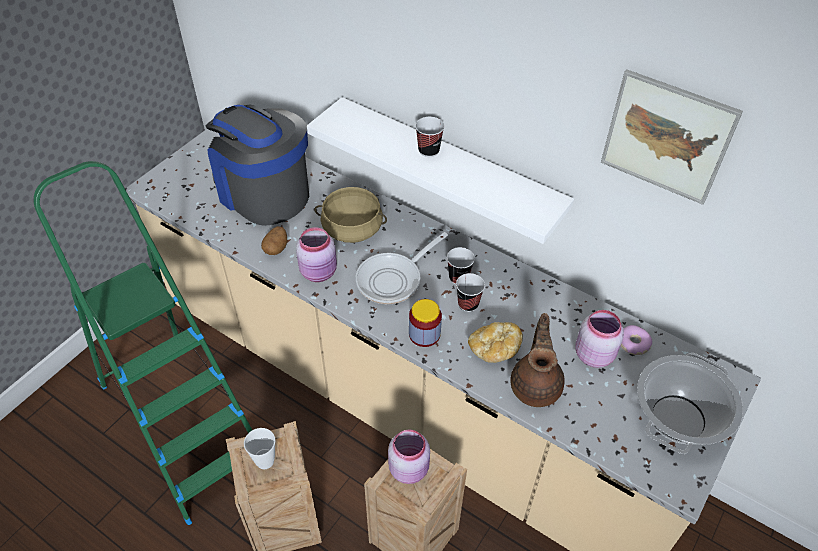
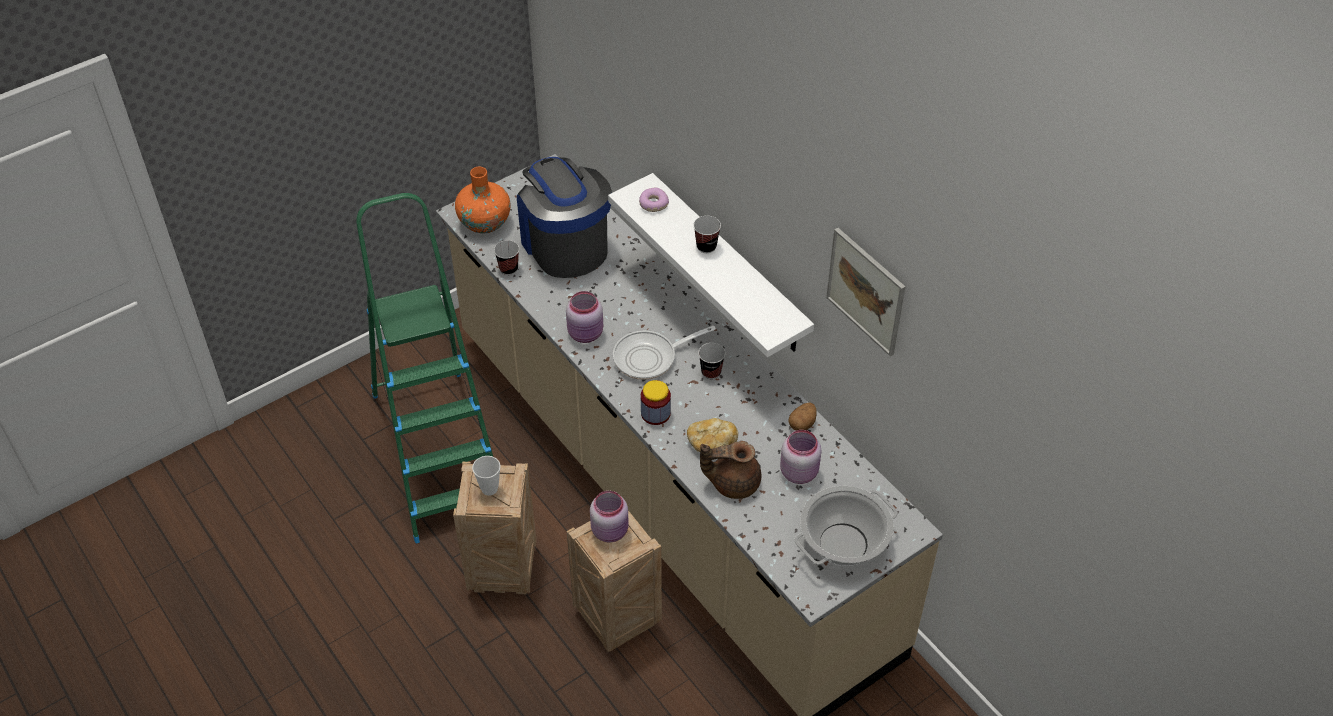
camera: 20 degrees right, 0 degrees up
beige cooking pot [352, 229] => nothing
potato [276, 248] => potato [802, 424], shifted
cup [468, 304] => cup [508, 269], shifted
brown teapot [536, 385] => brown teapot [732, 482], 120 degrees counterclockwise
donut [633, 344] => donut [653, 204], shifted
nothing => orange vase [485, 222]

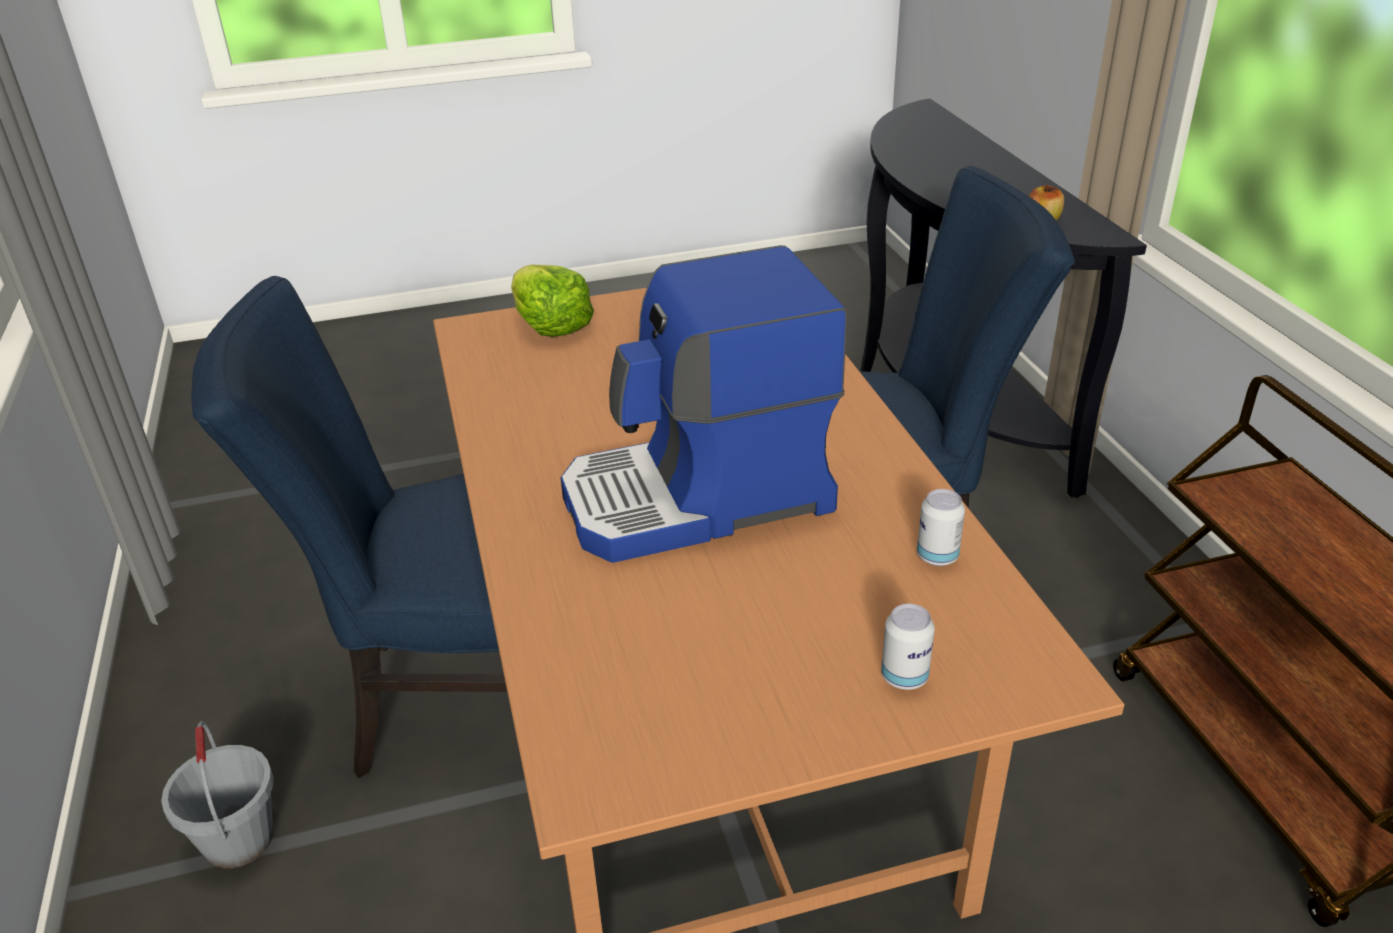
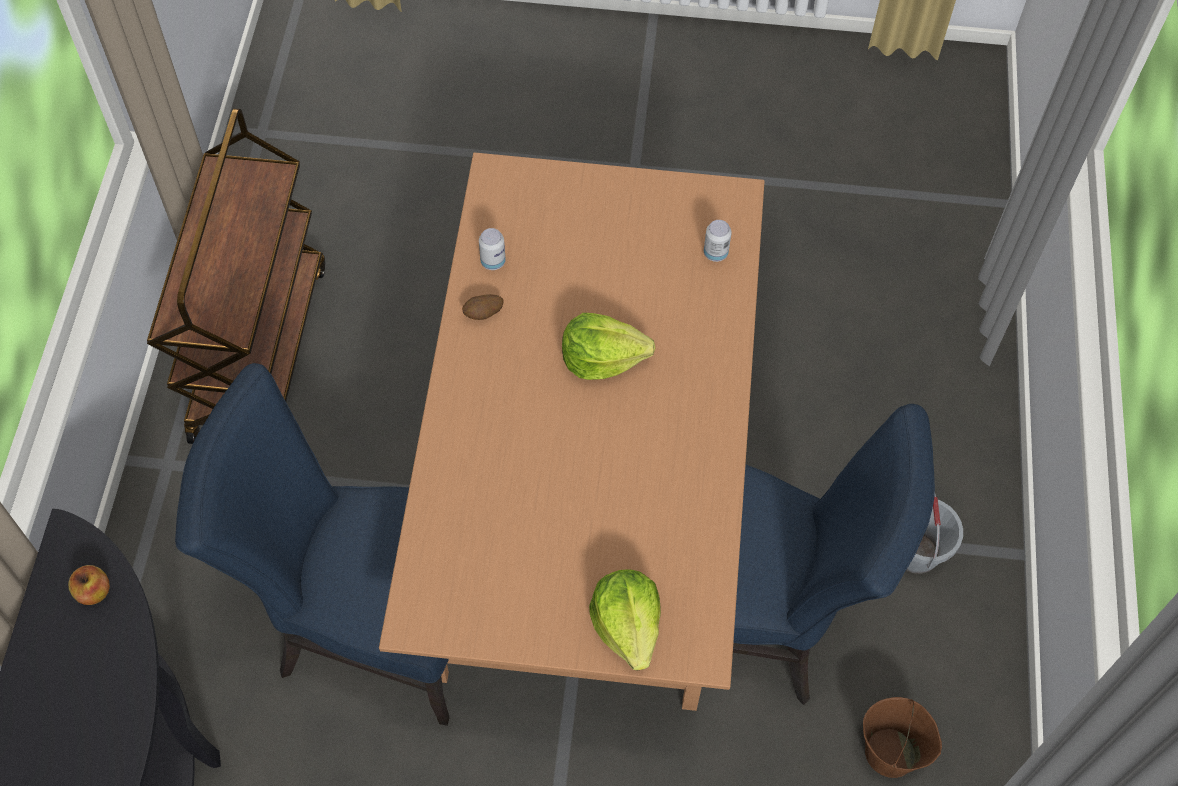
camera: 160 degrees left, 25 degrees up
coffee machine [699, 499] => lettuce [602, 358]
can [904, 677] => can [715, 253], shifted
nothing => potato [483, 314]
nothing => brown bucket [891, 753]

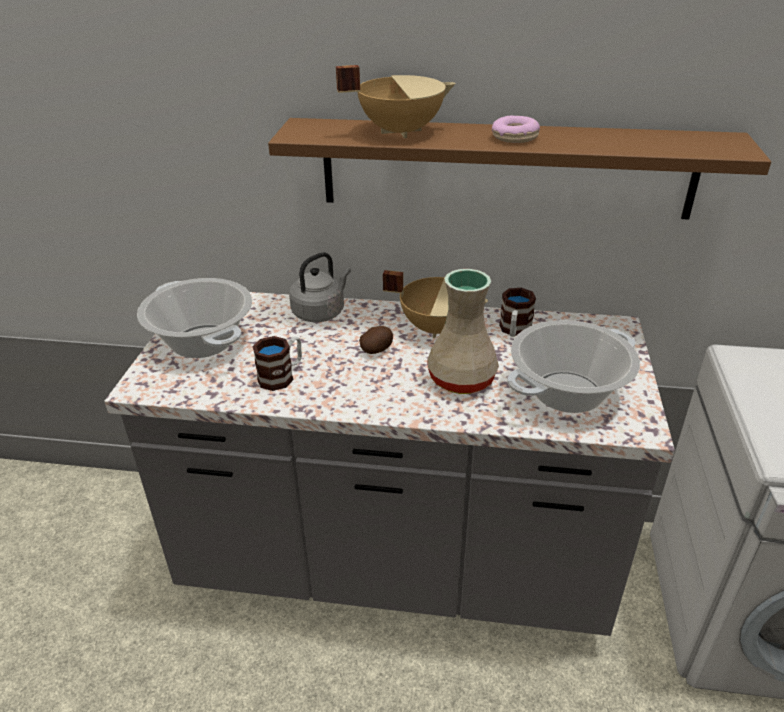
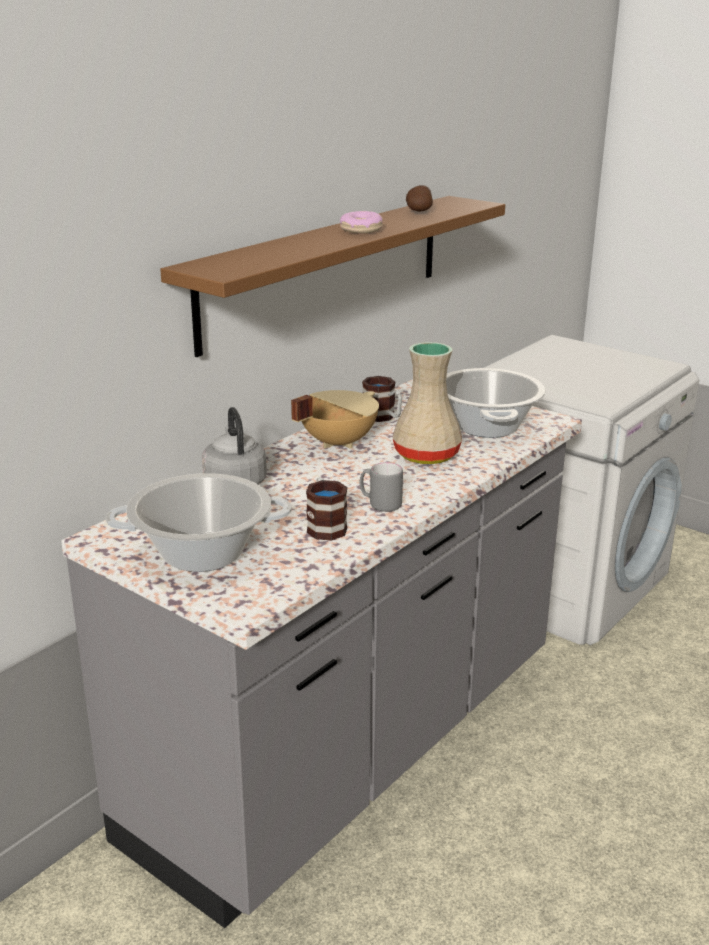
camera: 60 degrees left, 10 degrees down
beige cooking pot [400, 131] => nothing
potato [377, 350] => potato [419, 211], shifted
nothing => grey mug [380, 504]

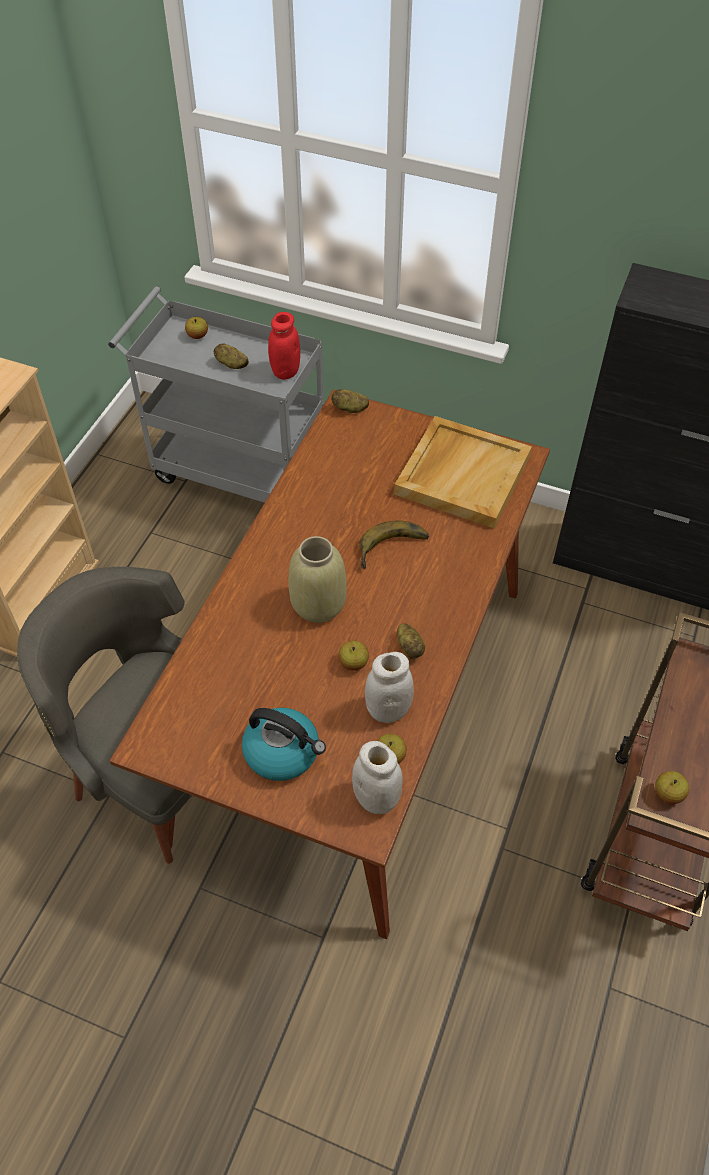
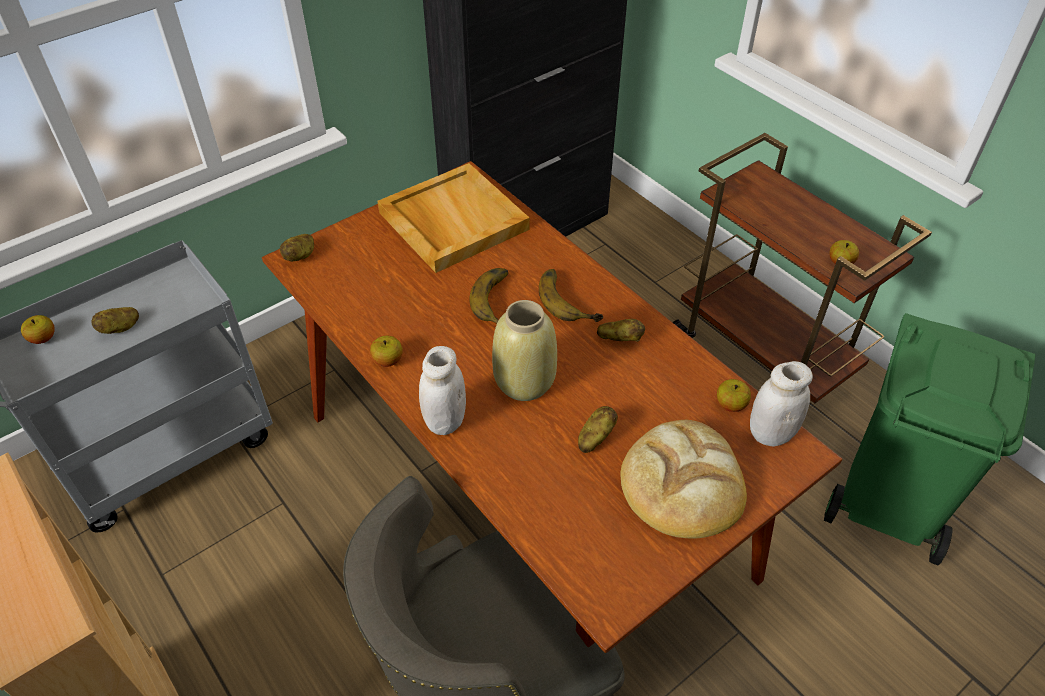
camera: 60 degrees left, 5 degrees down
red jar [285, 371] => nothing
apple [353, 663] => apple [388, 360], shifted
white jar [388, 710] => white jar [445, 421], shifted
kettle [283, 752] => bread [682, 483]
nothing => banana [570, 299]
nothing => green trash can [890, 503]
nothing => potato [595, 437]

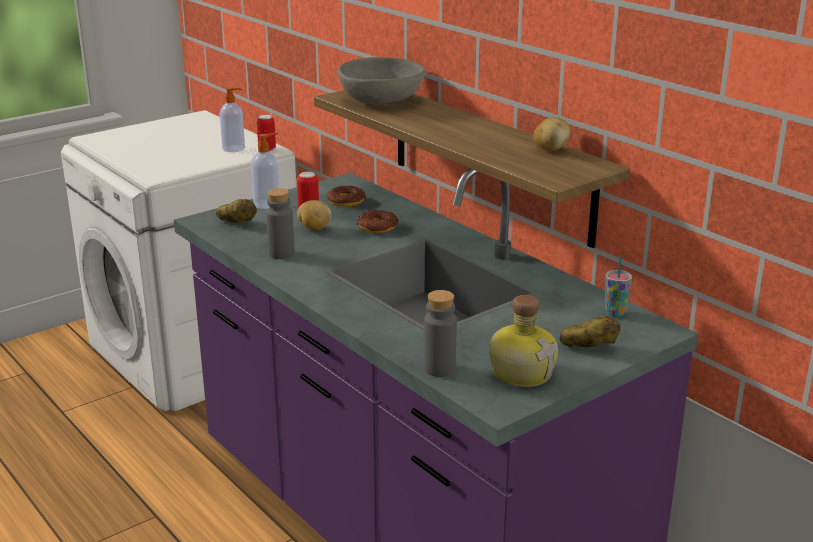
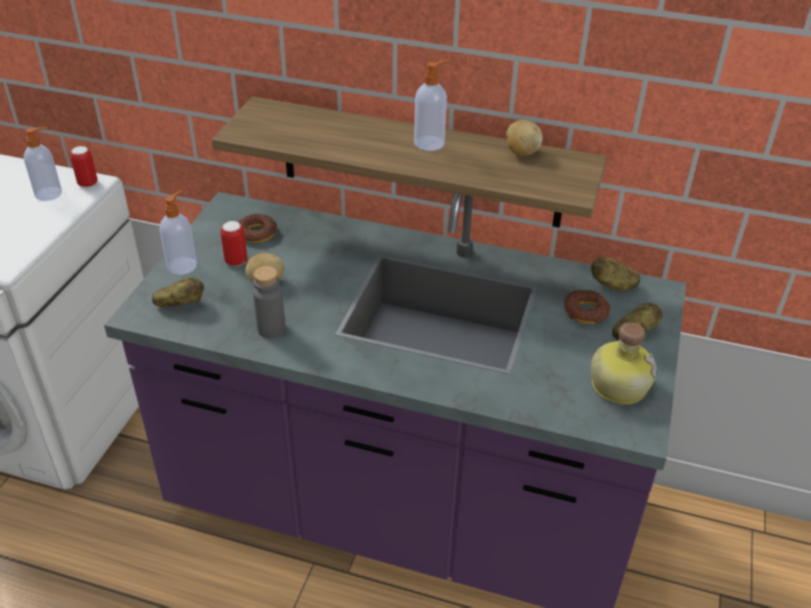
camera: 35 degrees left, 15 degrees up
grey bowl [380, 102] => nothing
donut [377, 227] => donut [585, 312], shifted
cup [615, 313] => potato [612, 285]
grey bottle [439, 369] => nothing
nothing => soap dispenser [430, 143]

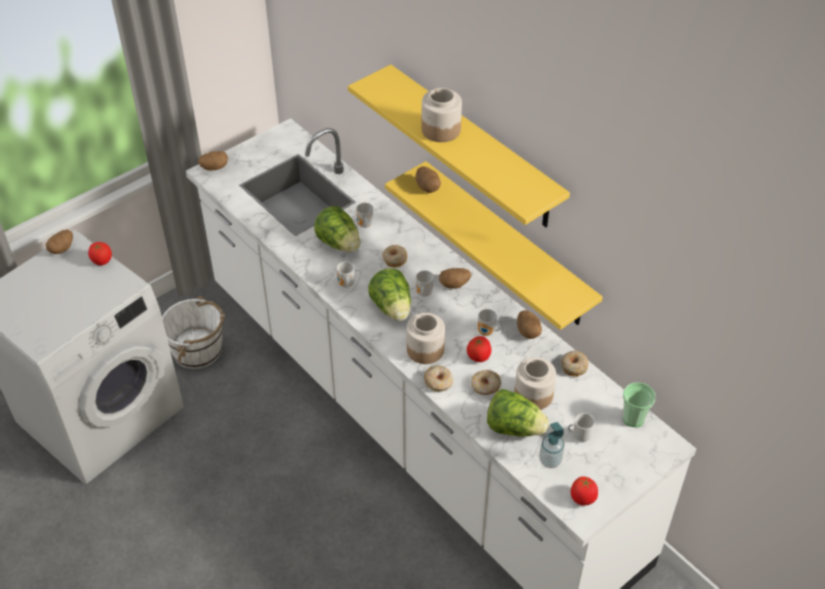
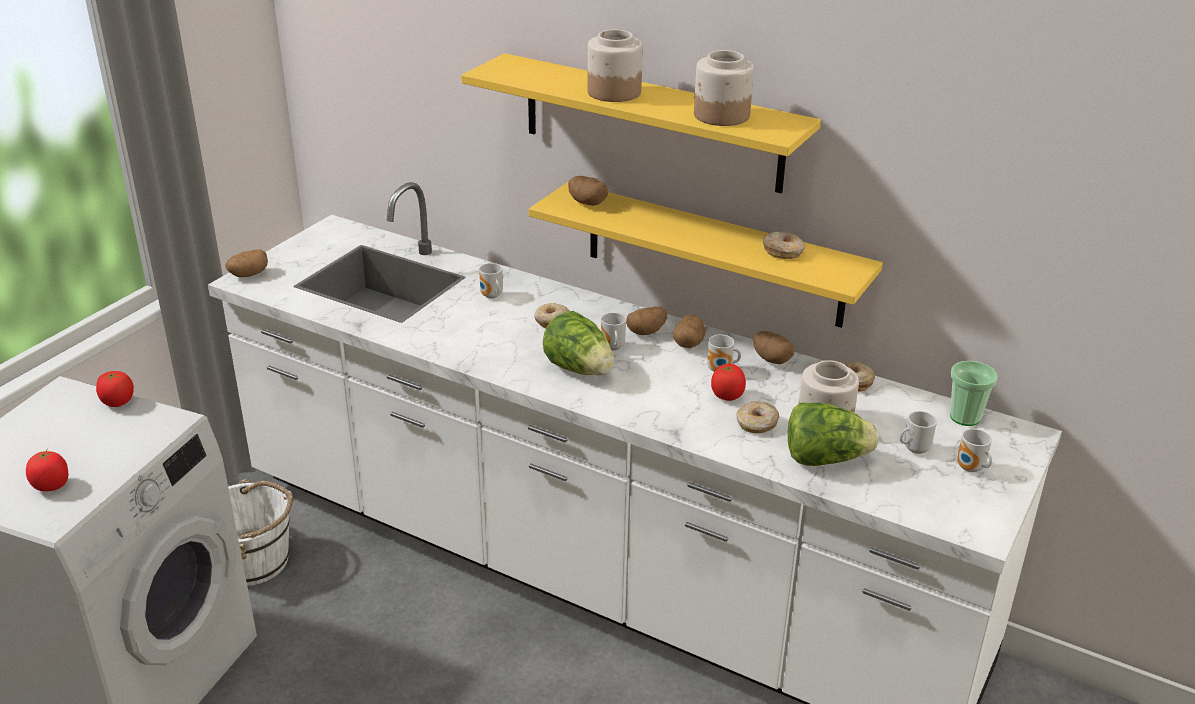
camera: 20 degrees left, 15 degrees down
lettuce [339, 243] => nothing
potato [62, 248] => potato [688, 343], shifted
mug [345, 285] => mug [970, 469], shifted
jar [425, 350] => jar [721, 116], shifted
donut [438, 382] => donut [783, 251], shifted
soap dispenser [550, 460] => nothing
tomato [583, 498] => tomato [52, 486], shifted

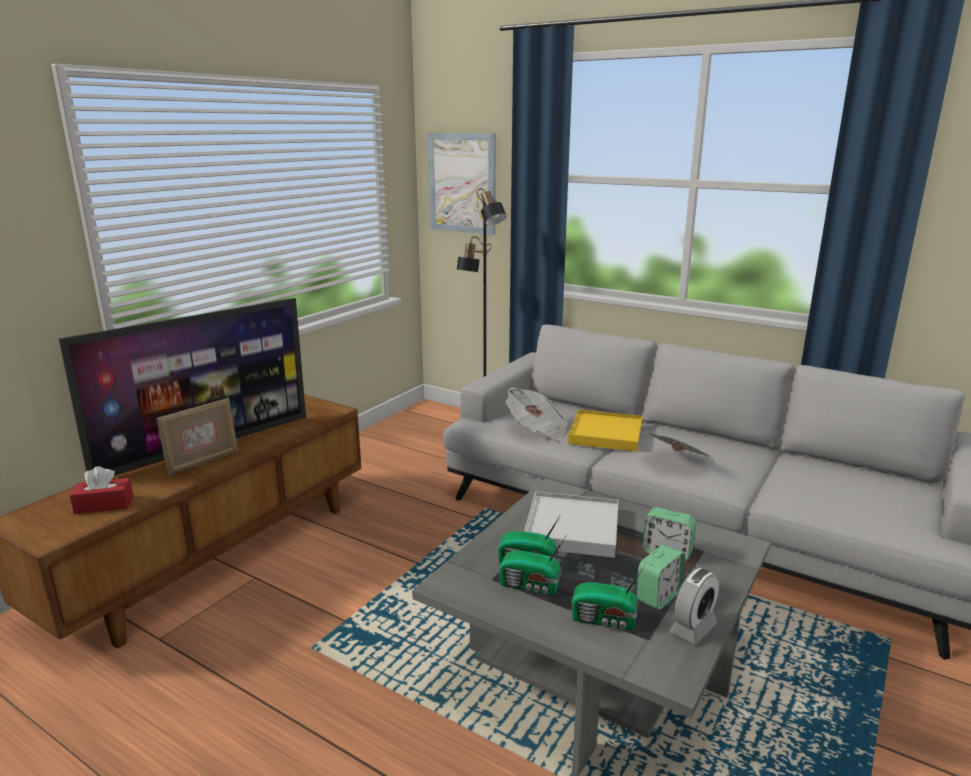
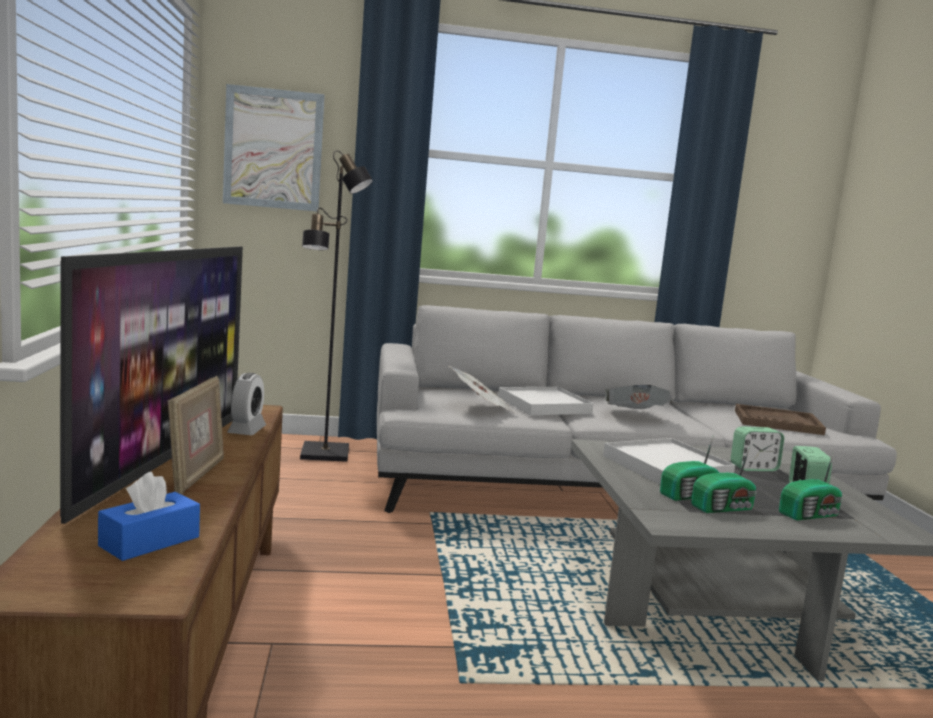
camera: 40 degrees left, 10 degrees down
yellow tray [605, 434] => white tray [544, 405]
red tissue box [104, 505] => blue tissue box [149, 541]
alarm clock [693, 628] => alarm clock [246, 430], shifted
nothing => brown tray [777, 422]

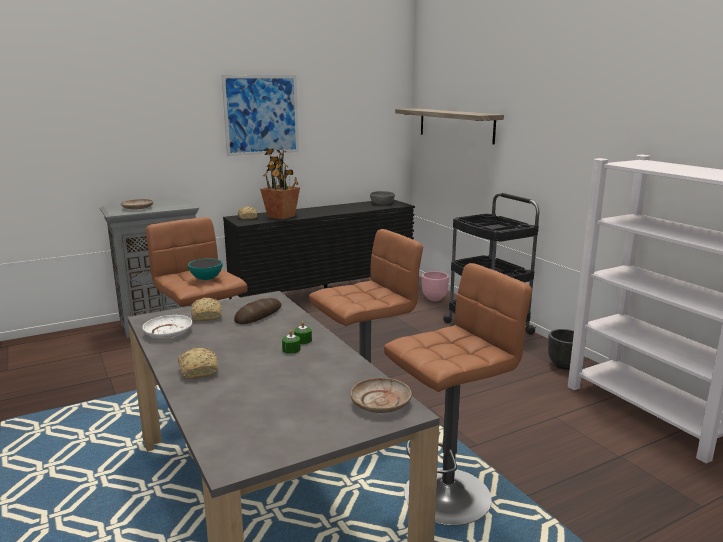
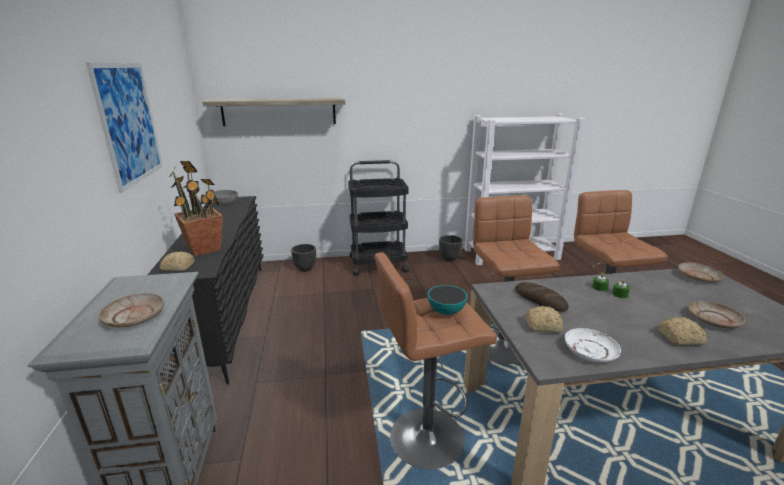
camera: 70 degrees left, 5 degrees up
pink planter [434, 299] => black planter [305, 268]
nothing => beige plate [713, 320]

